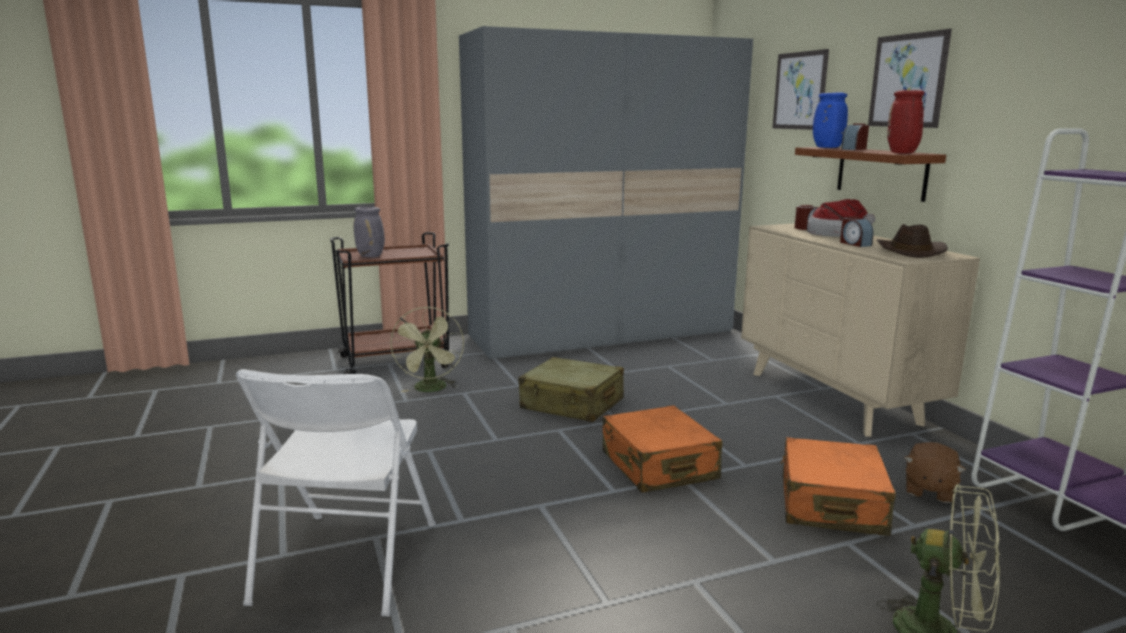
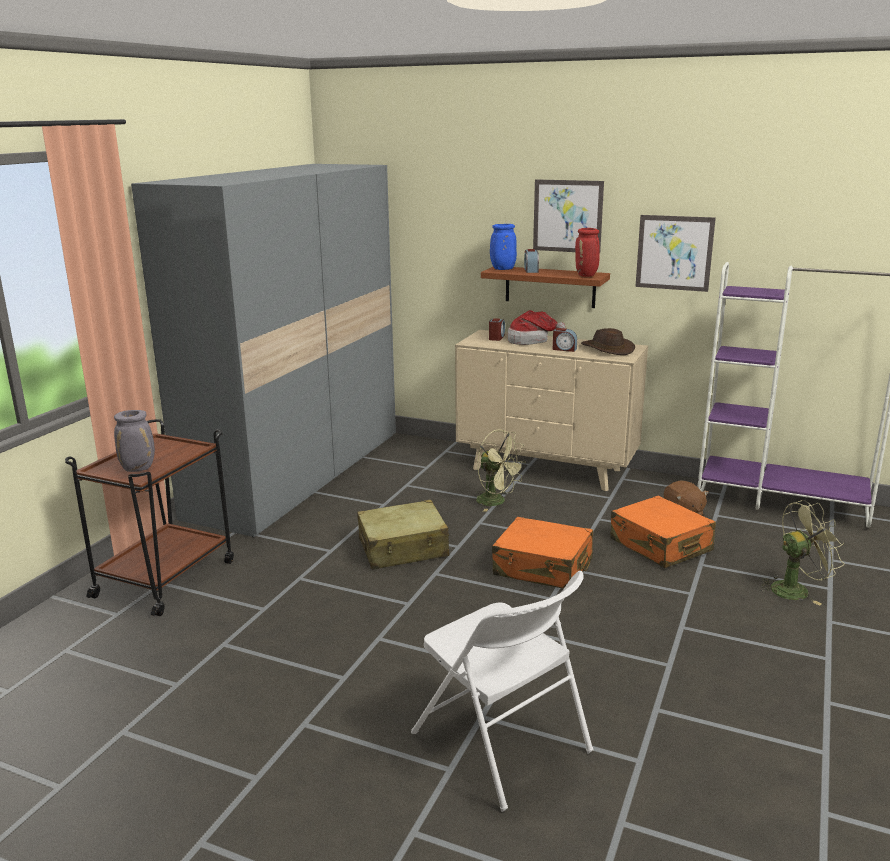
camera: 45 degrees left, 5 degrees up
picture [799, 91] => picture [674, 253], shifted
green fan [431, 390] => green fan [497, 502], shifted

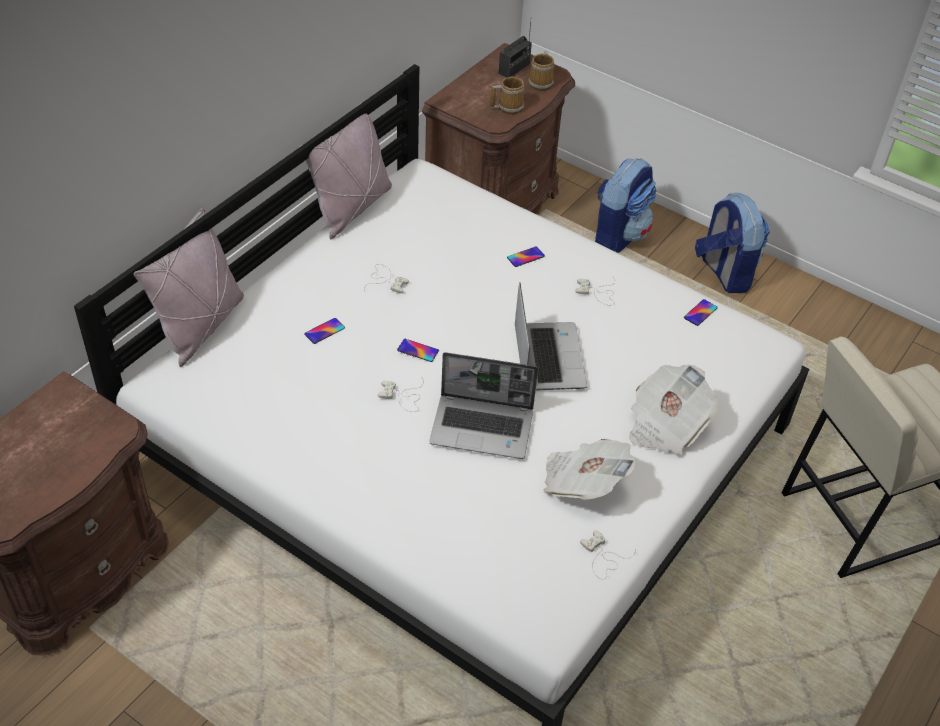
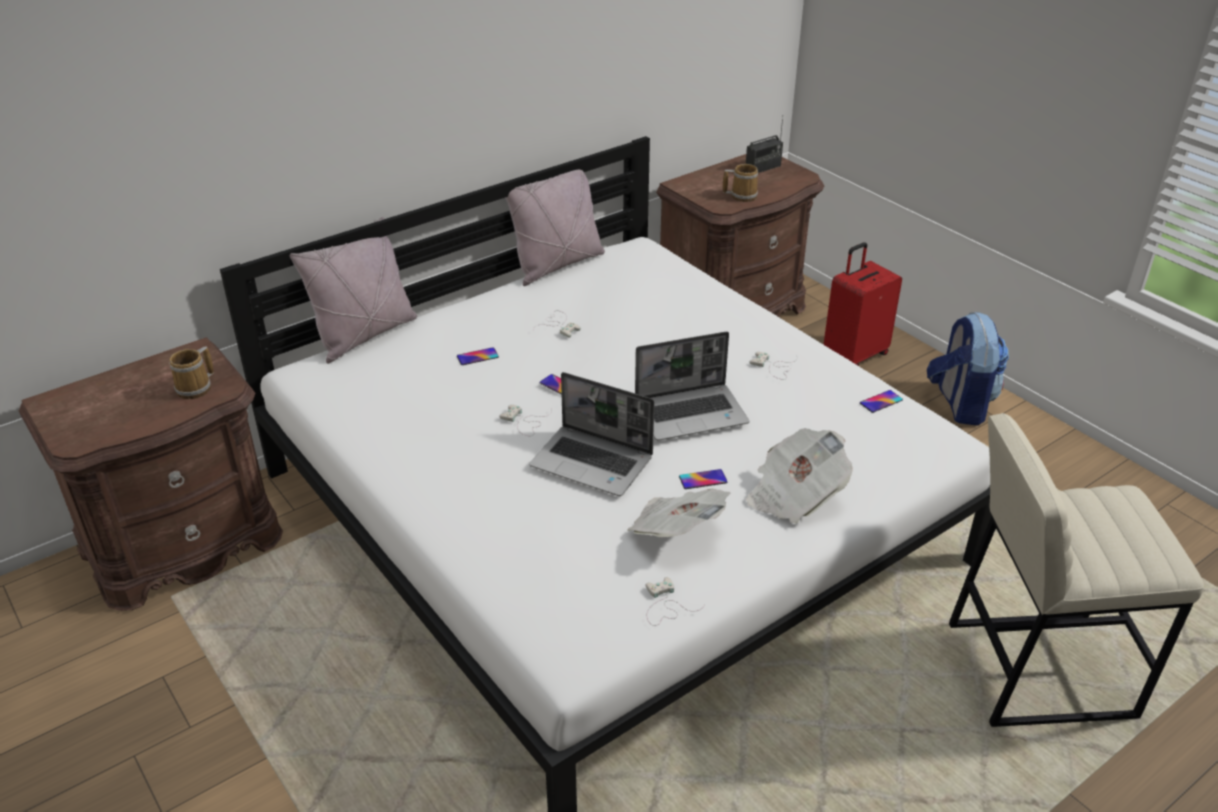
camera: 20 degrees right, 10 degrees down
mug [541, 83] => mug [196, 388], shifted
backpack [618, 235] => red suitcase [854, 354]
phone [525, 257] => phone [703, 479], shifted
laptop [547, 357] => laptop [692, 413], 60 degrees clockwise

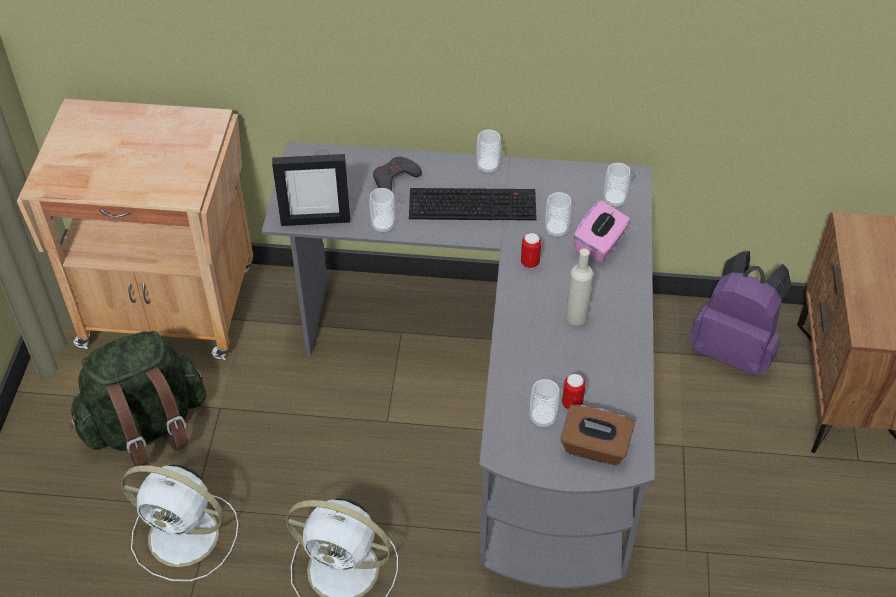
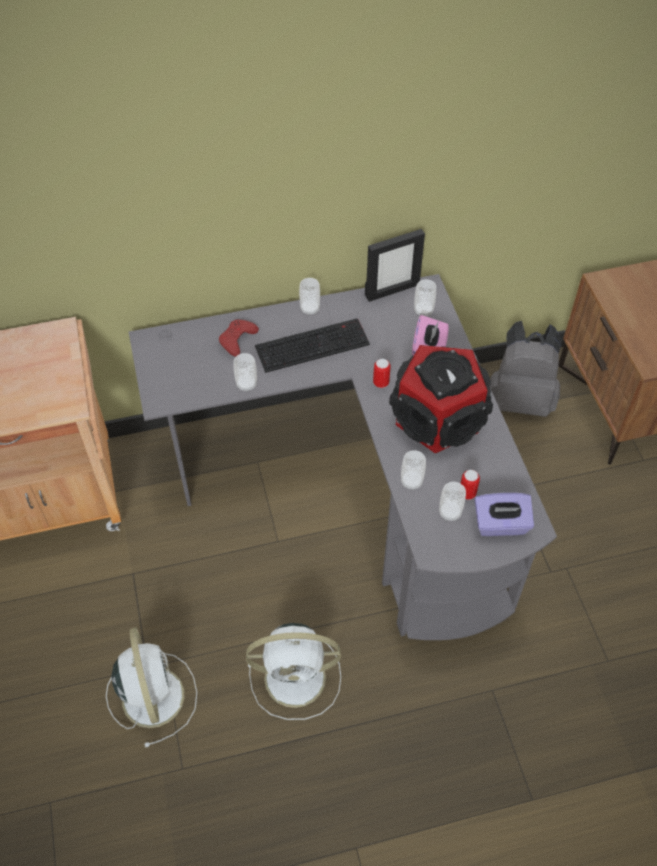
camera: 20 degrees left, 5 degrees up
picture frame [315, 219] => picture frame [392, 290], shifted
grey game controller [395, 178] => red game controller [237, 339]
cup [556, 230] => cup [411, 481], shifted
beige bottle [576, 316] => speaker [437, 418]
purple backpack [733, 350] => grey backpack [520, 400]
green backpack [147, 427] => nothing
brown tissue box [594, 448] => purple tissue box [500, 525]
white fan [186, 536] => white fan [152, 694], 105 degrees counterclockwise

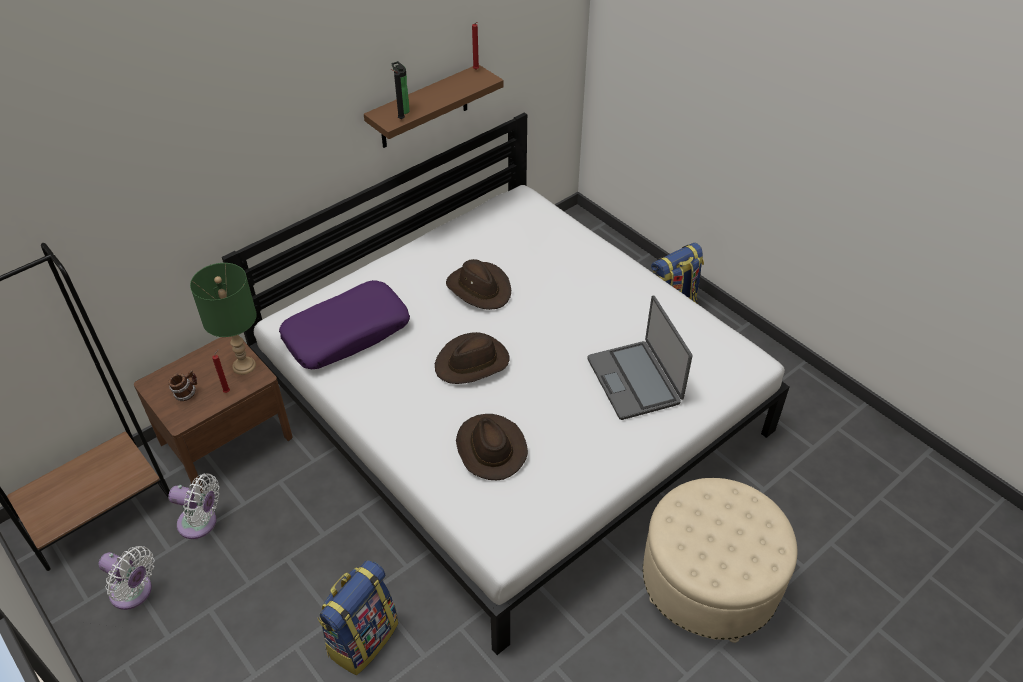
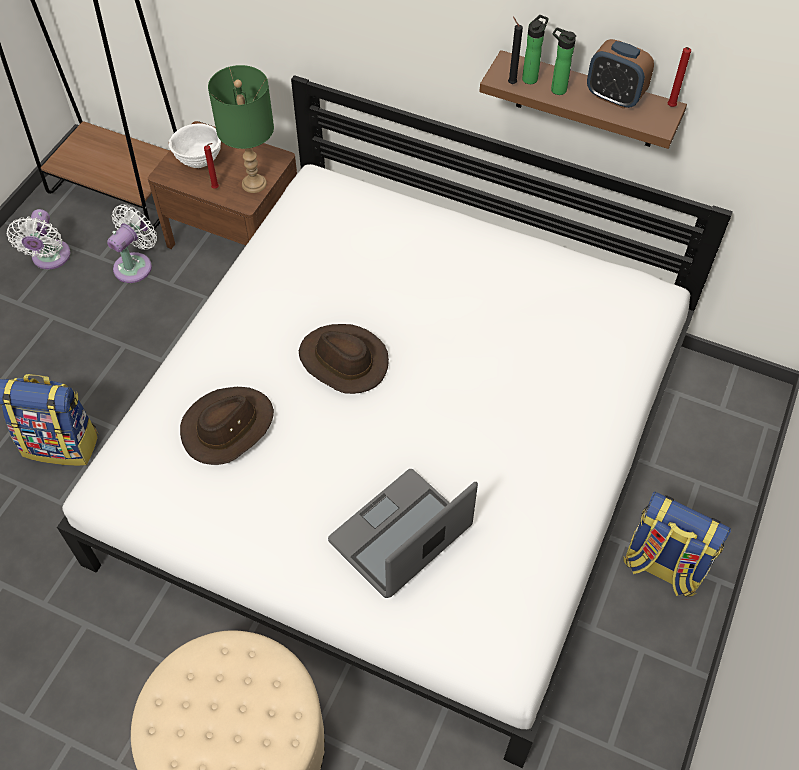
camera: 65 degrees right, 10 degrees up
brown hat [479, 288] => nothing
purple pillow [347, 333] => nothing
mug [187, 393] => white bowl [199, 162]
white fan [201, 523] => white fan [136, 265], 135 degrees counterclockwise
nothing => bottle [556, 89]
nothing => alarm clock [614, 97]

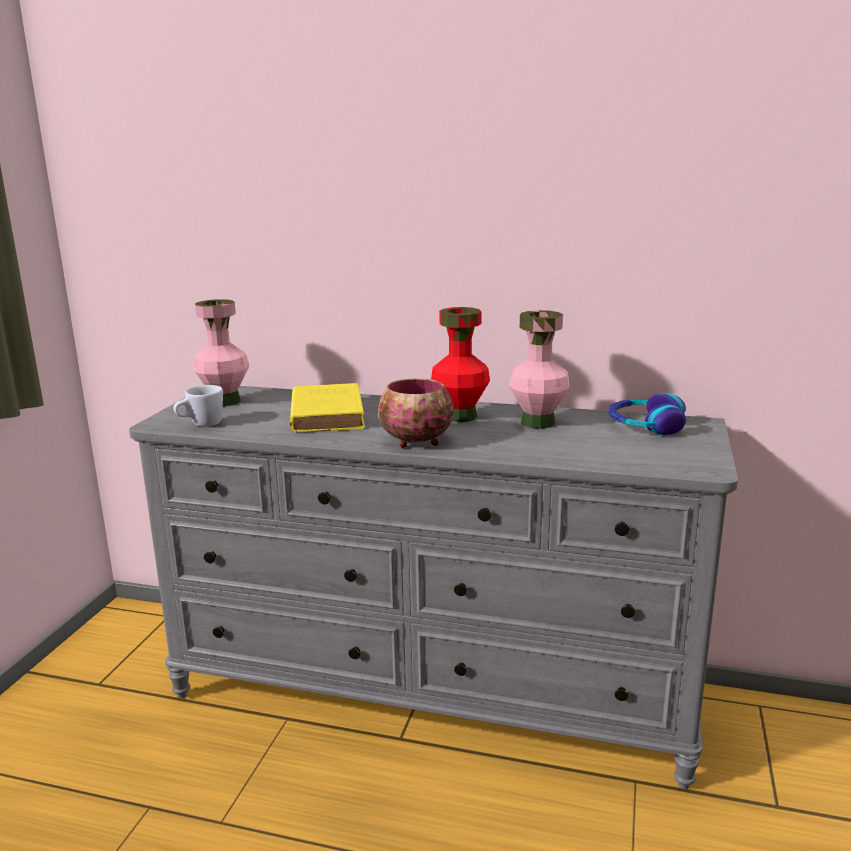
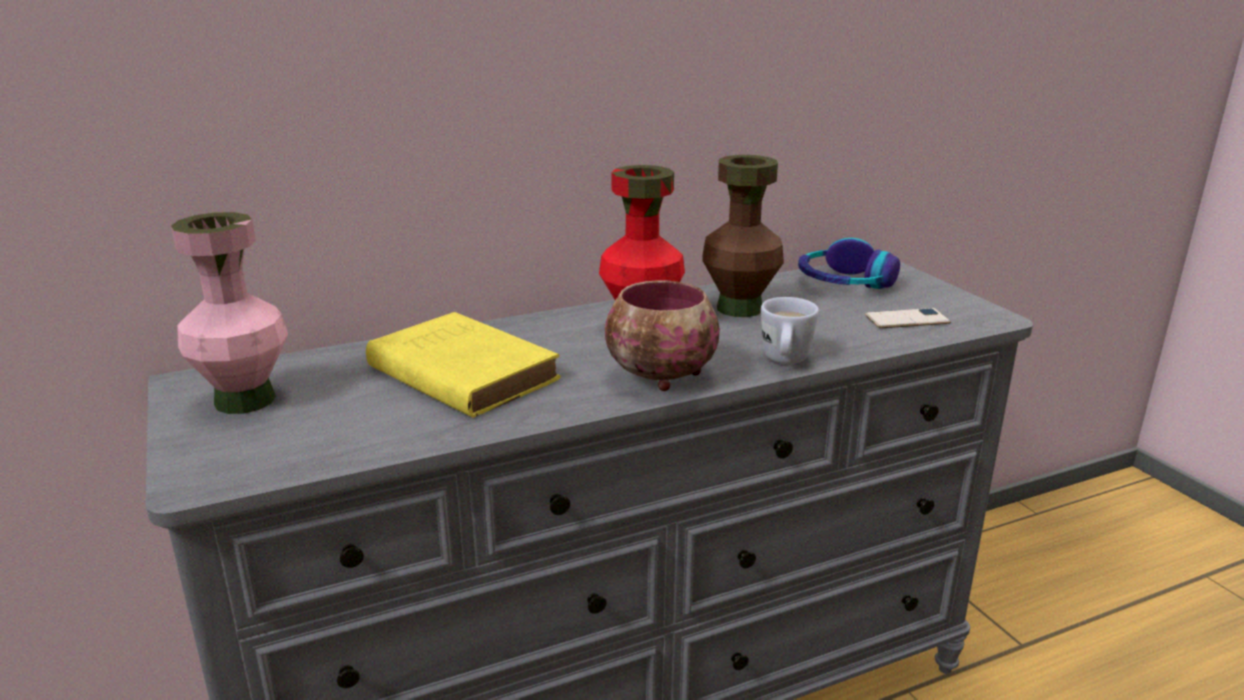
camera: 40 degrees left, 5 degrees up
pink vase [537, 422] => brown vase [739, 308]
white mug [201, 425] => white mug [785, 361], shifted
nothing => phone [907, 319]

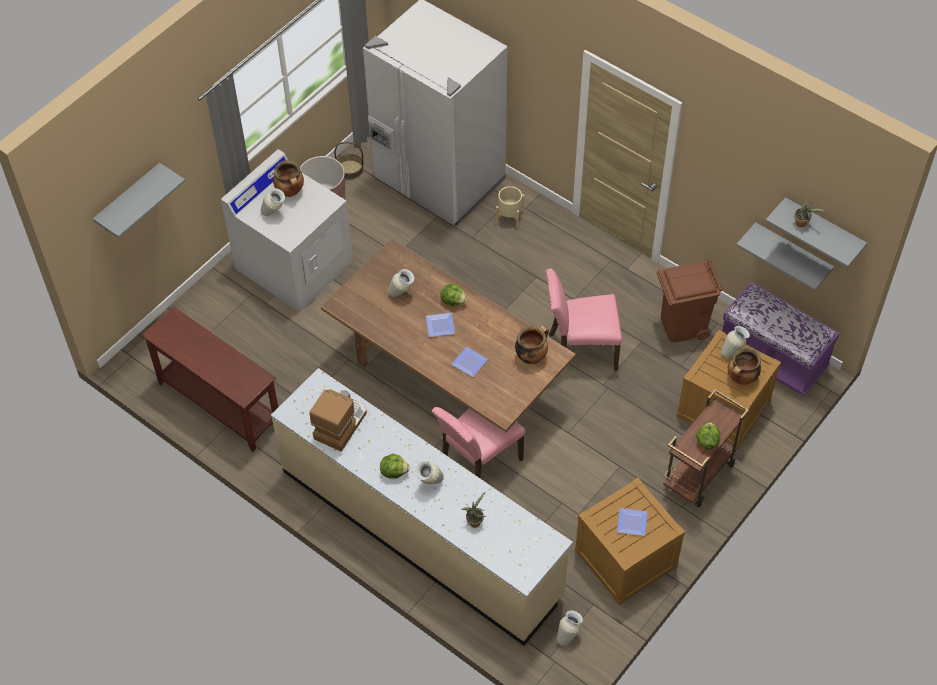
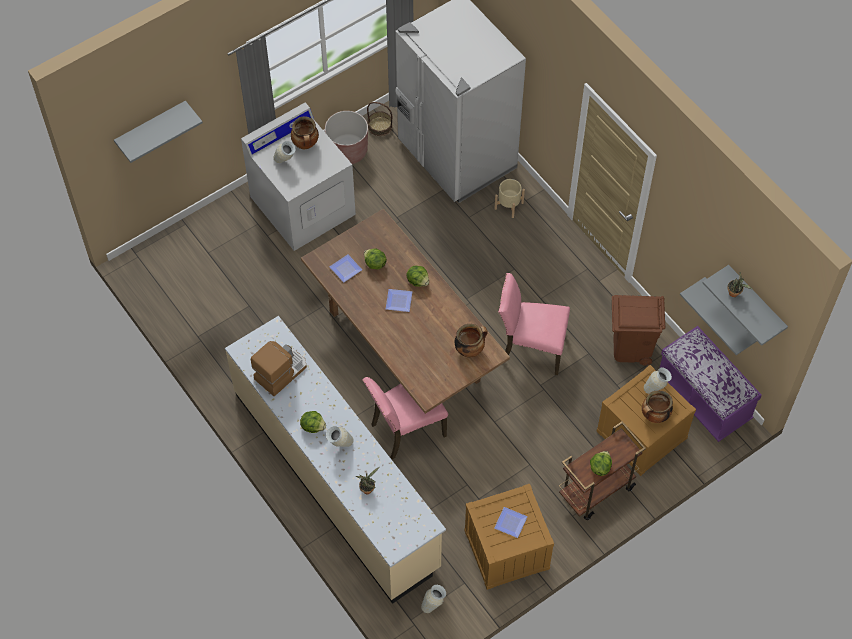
camera: 15 degrees right, 5 degrees up
vase [402, 294] => lettuce [375, 264]
brown console table [219, 404] => nothing
plate [468, 363] => plate [344, 269], shifted

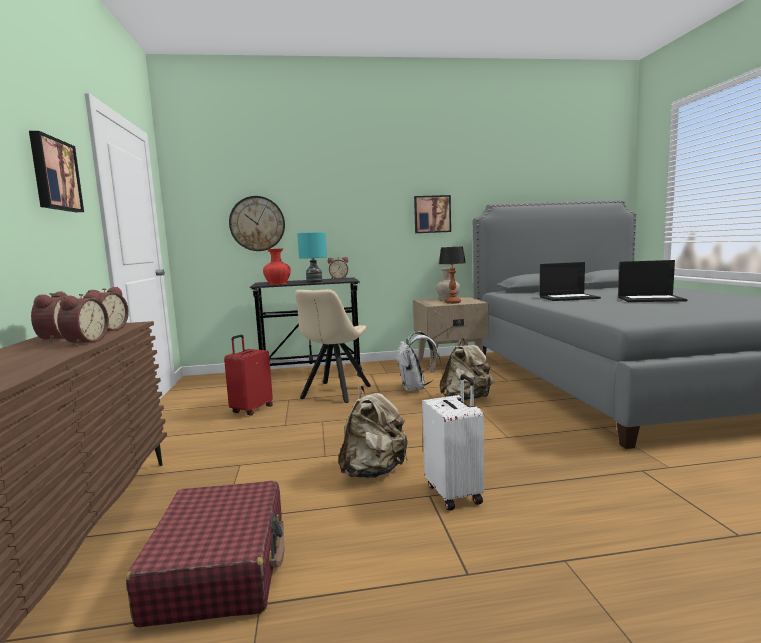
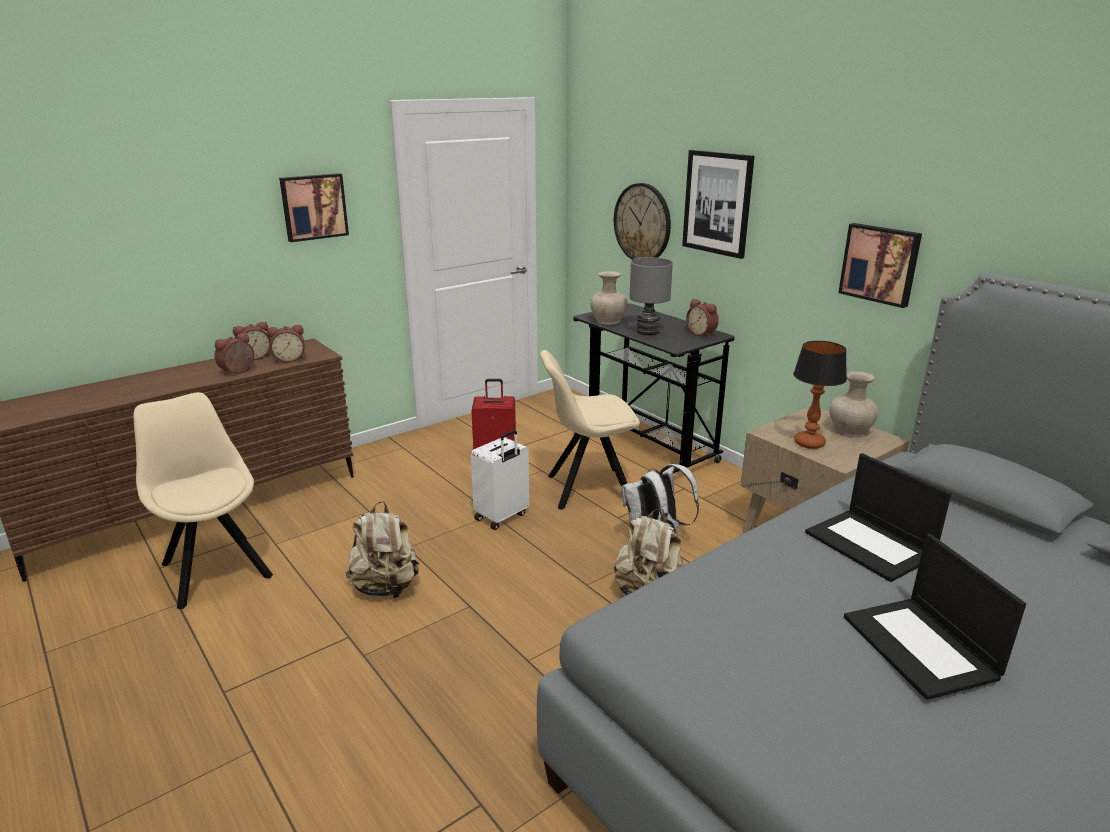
camera: 60 degrees right, 15 degrees up
turquoise table lamp [314, 281] => grey table lamp [647, 331]
red vase [277, 284] => beige vase [607, 321]
alarm clock [84, 342] => alarm clock [238, 372], 150 degrees clockwise
white suitcase [455, 493] => white suitcase [502, 517], shifted
red suitcase [220, 567] => beige chair [215, 570]
nothing => picture [717, 203]

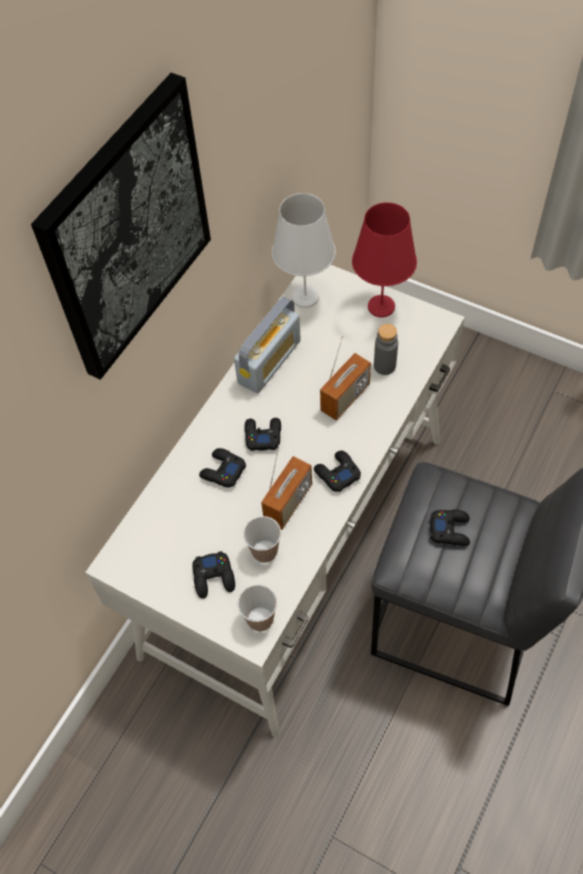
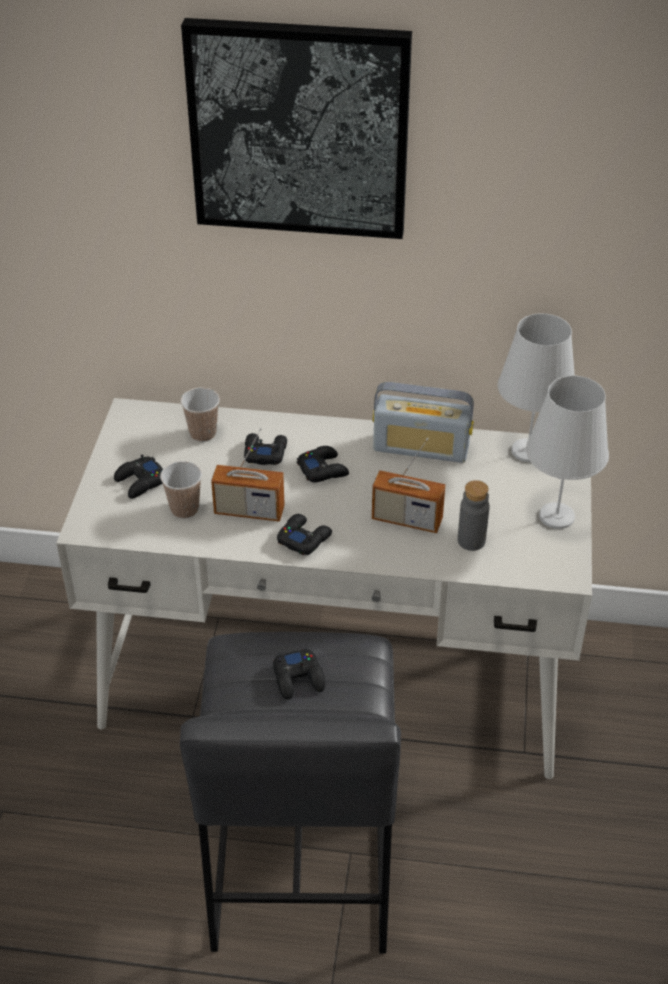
camera: 65 degrees right, 15 degrees down
red table lamp [381, 307] => white table lamp [556, 516]
cup [260, 619] => cup [203, 433], shifted

